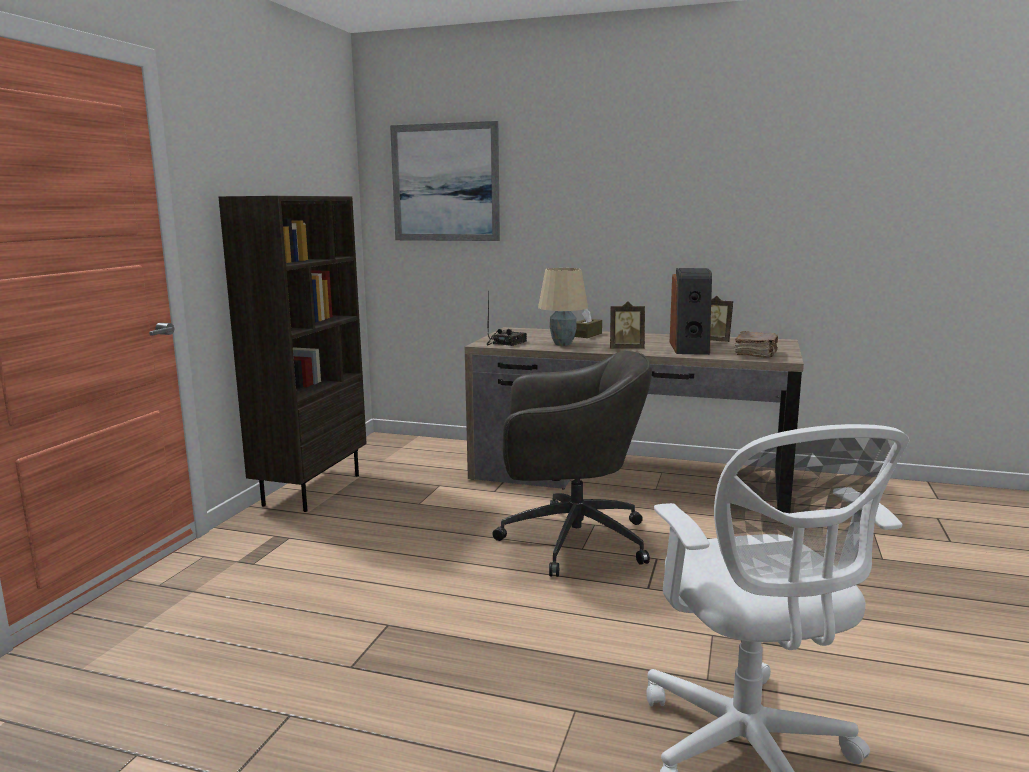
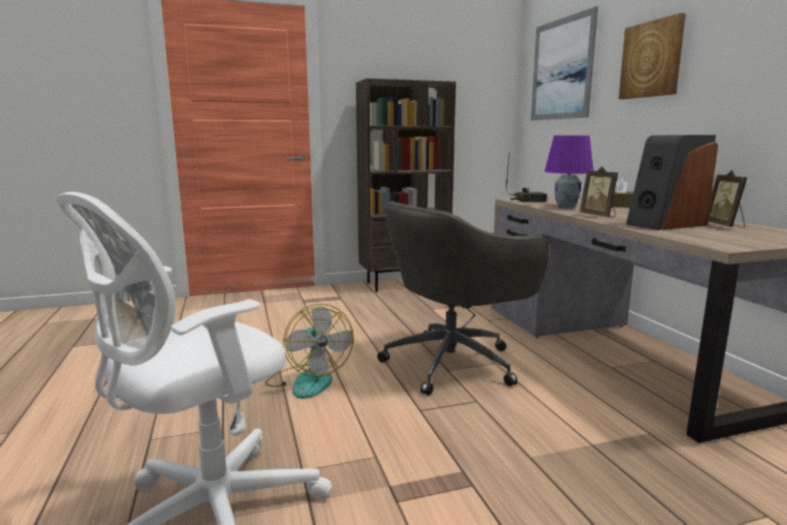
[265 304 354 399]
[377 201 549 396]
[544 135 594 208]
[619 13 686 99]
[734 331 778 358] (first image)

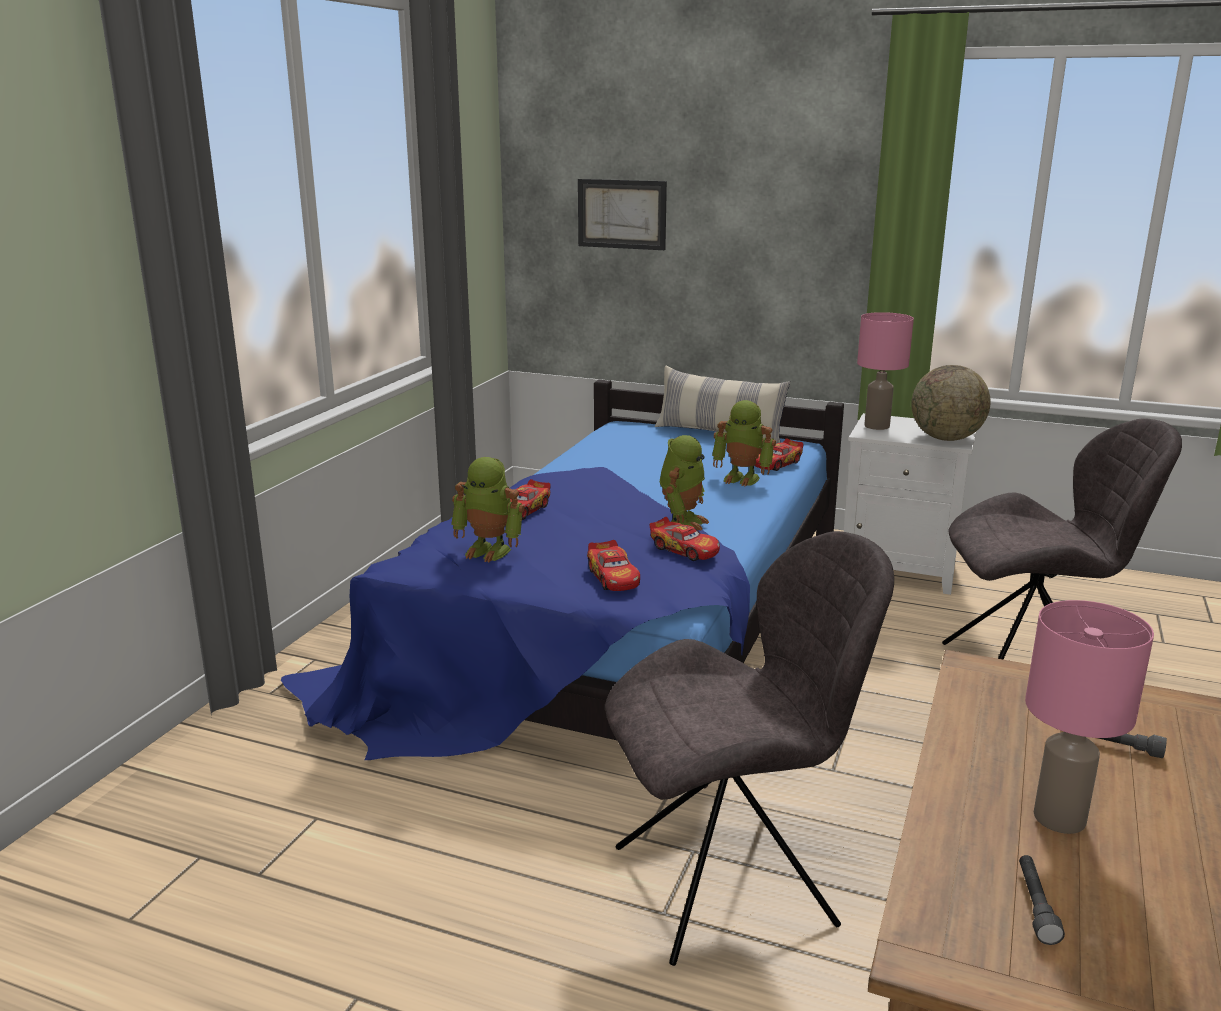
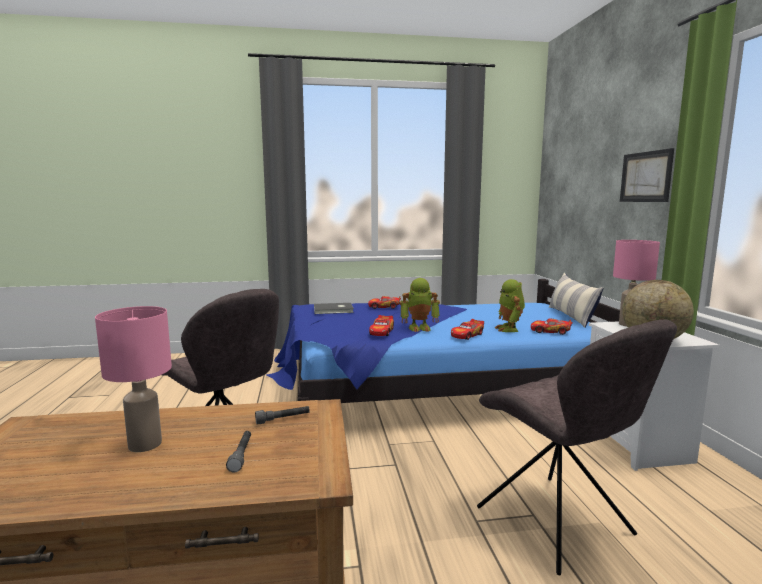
[255 406 310 424]
[314 303 354 314]
[451 319 484 340]
[620 148 674 202]

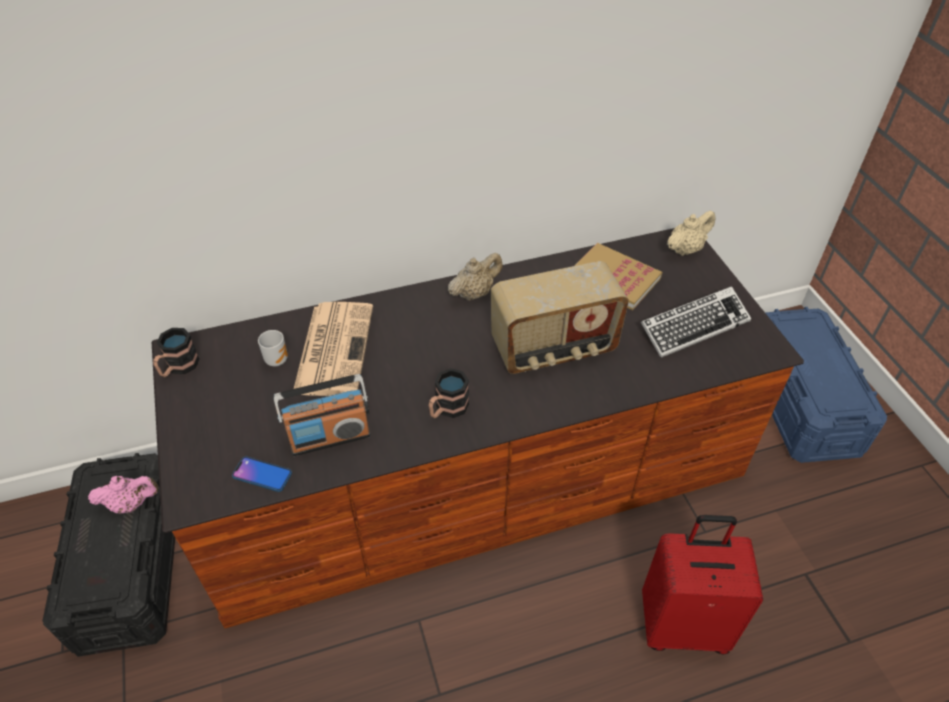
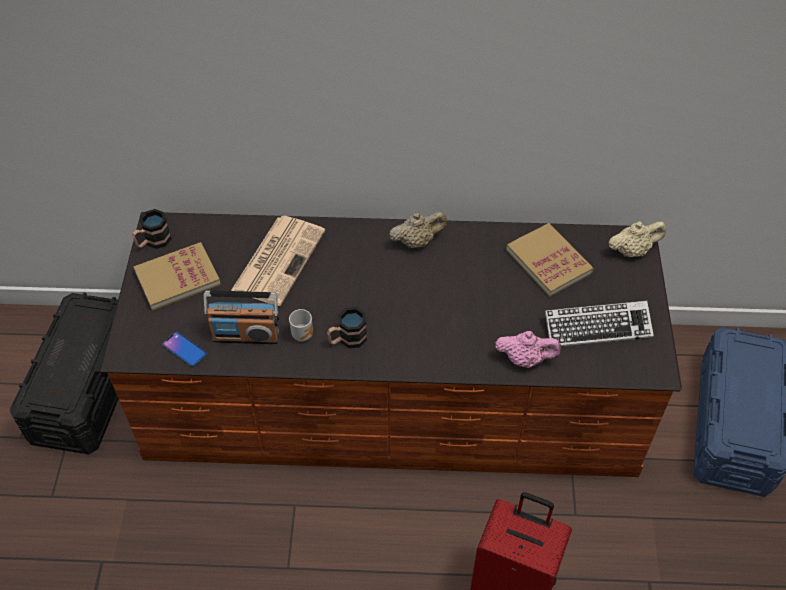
[134 242 221 311]
[289 309 313 341]
[495 331 561 368]
[491 261 629 374] (first image)

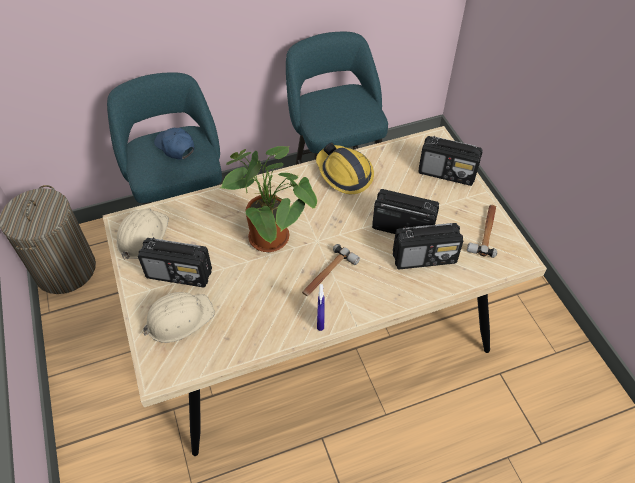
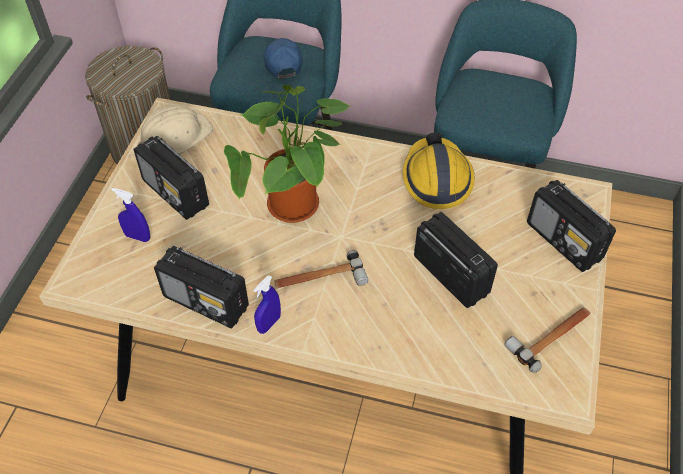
[111 188 151 242]
[154 246 249 328]

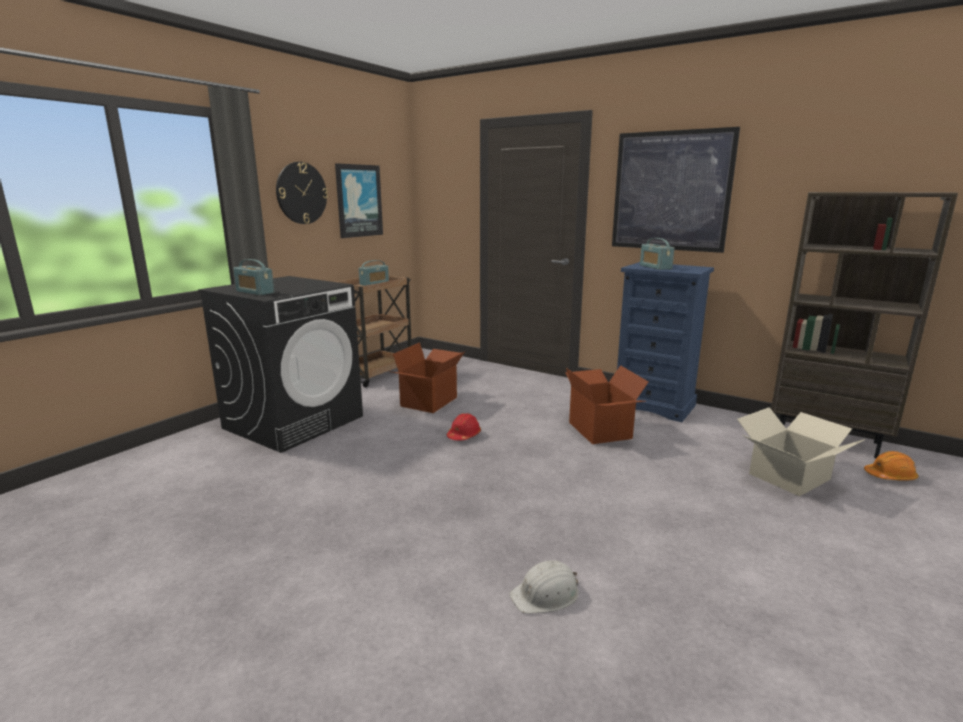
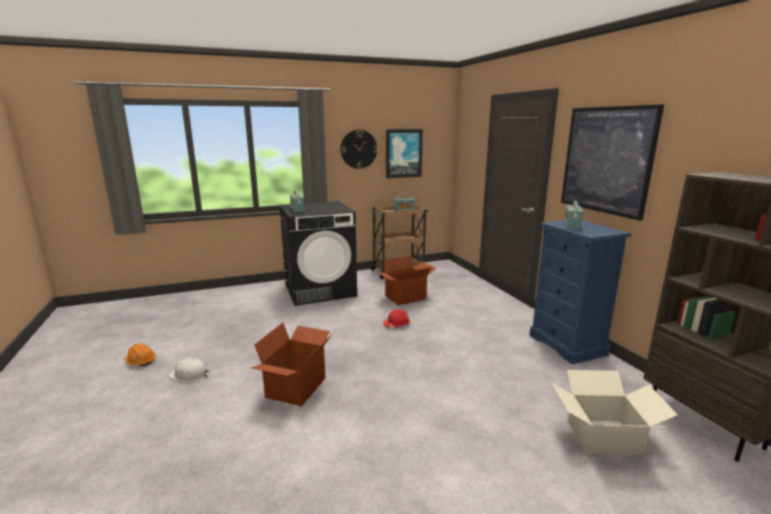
[125 343 156 366]
[169 358 209 382]
[251 323 333 406]

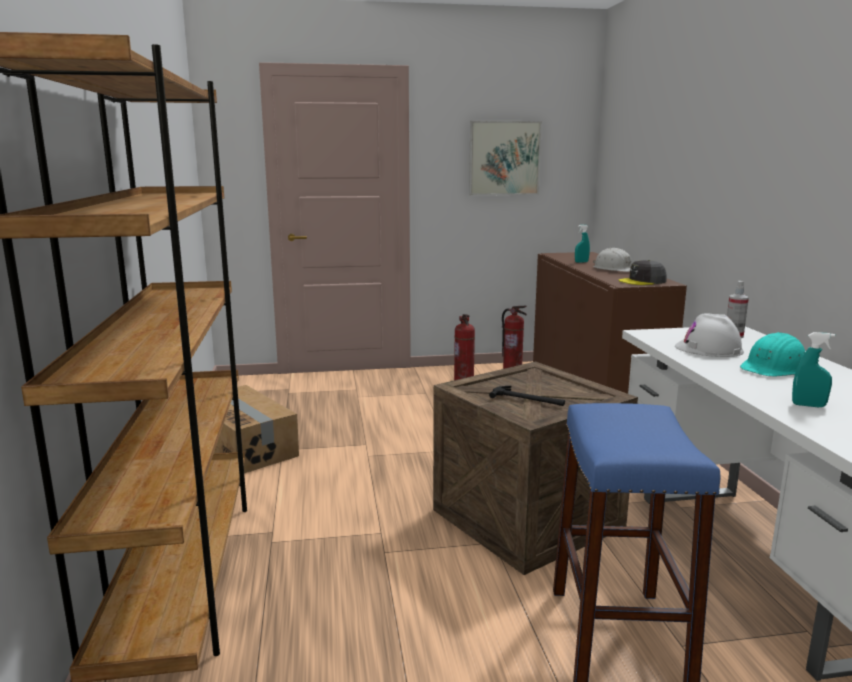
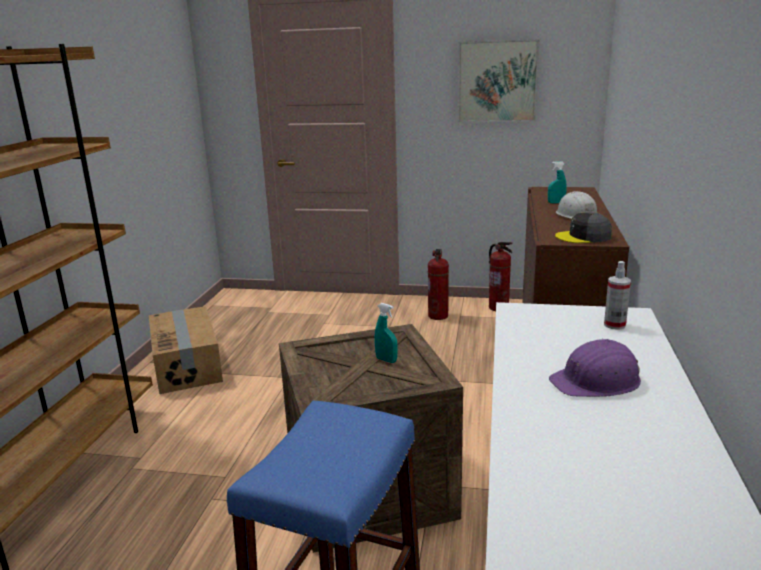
[375 303 398 363]
[549 339 641 397]
[489 386 565 406] (first image)
[675 313 744 357] (first image)

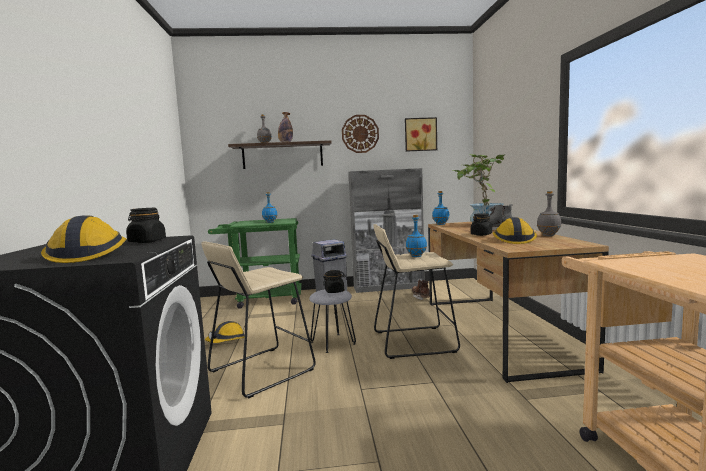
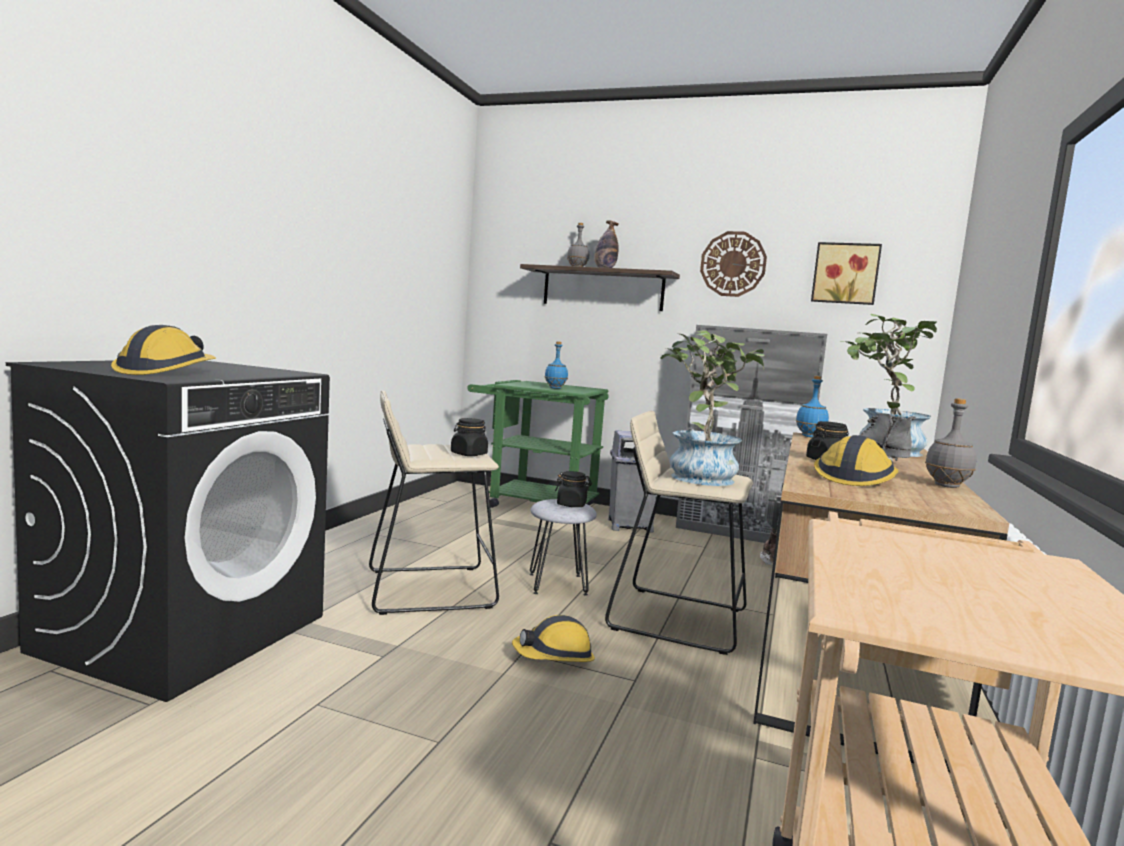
[451 418 488 456]
[512 615 595 662]
[660 330 765 486]

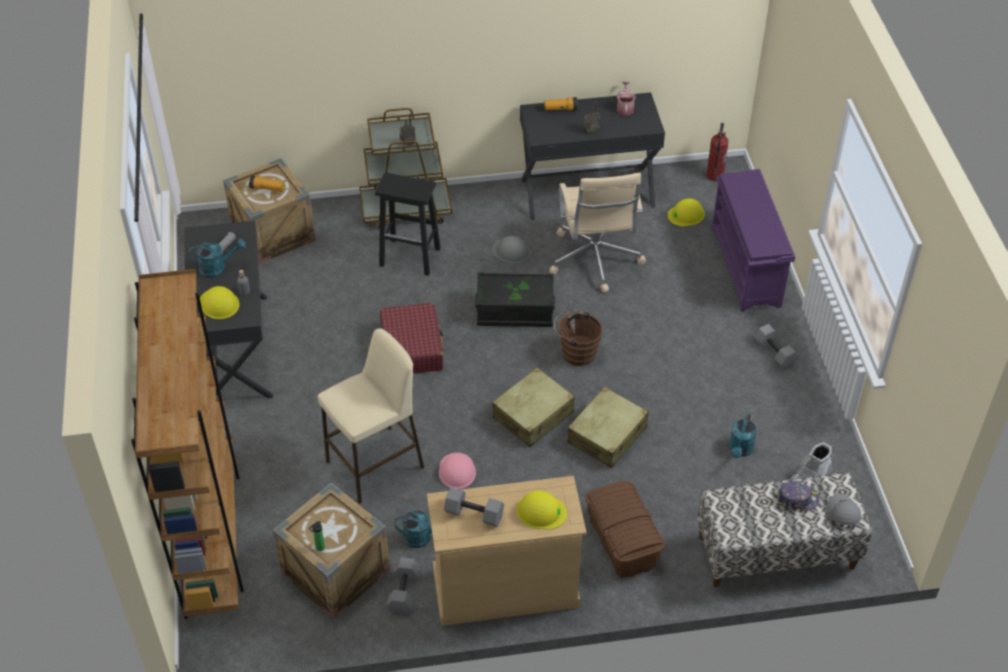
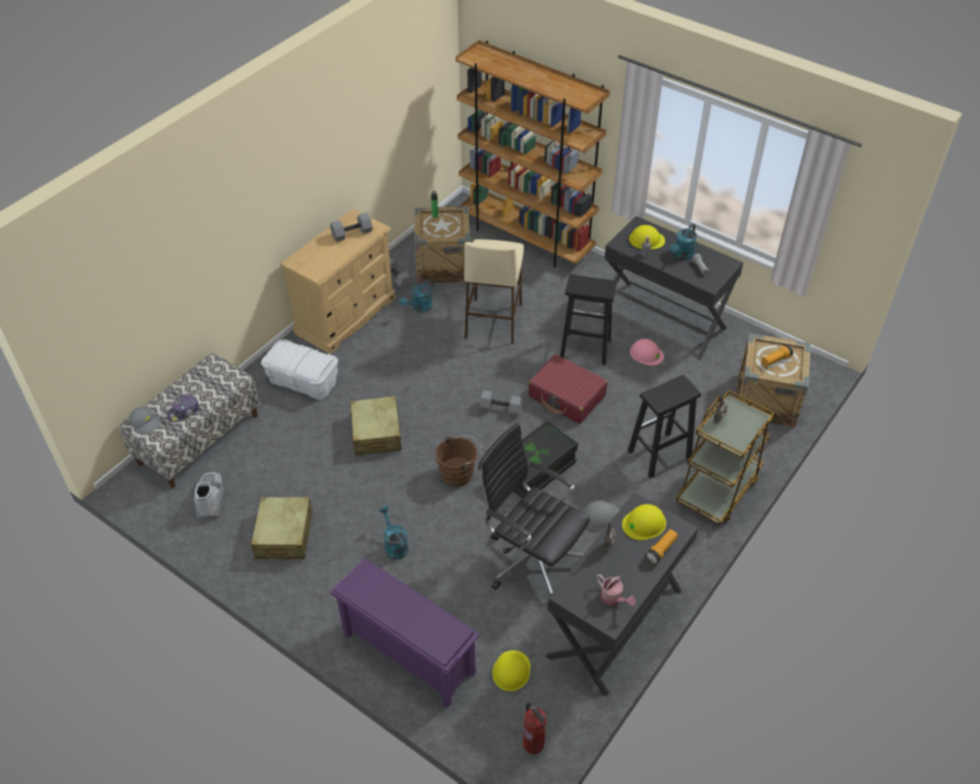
[251 497 313 559]
[261 339 338 400]
[379 506 408 559]
[478 423 590 596]
[479 390 522 417]
[560 274 617 365]
[622 504 666 540]
[630 339 664 366]

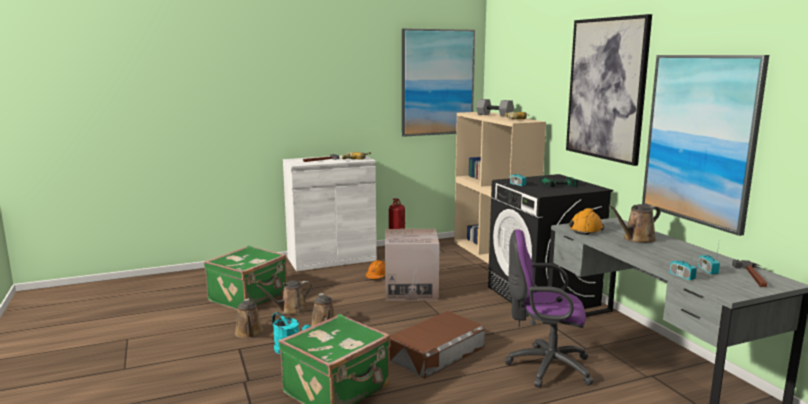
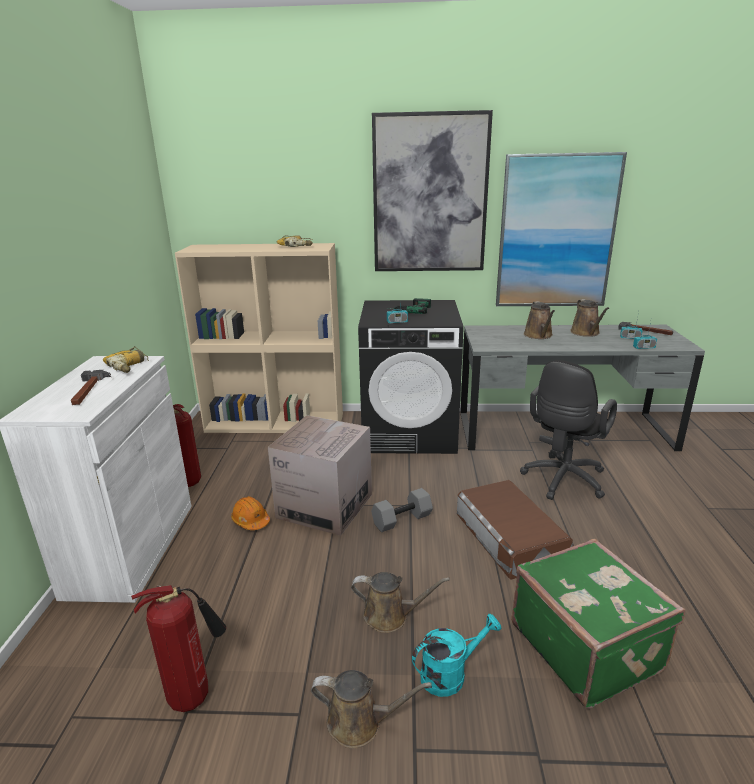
[131 585 226 712]
[371 488 433 532]
[520 360 617 500]
[570 299 609 337]
[402 28 476 137] (first image)
[569 208 604 235] (first image)

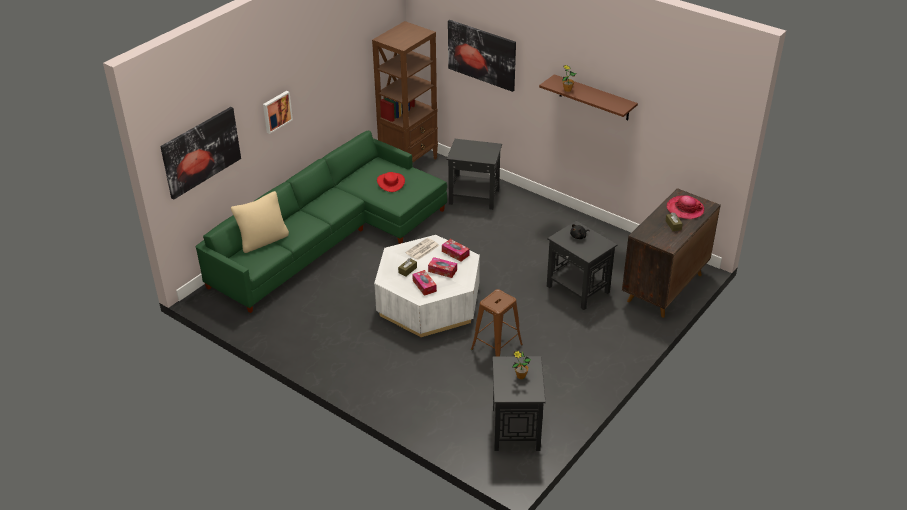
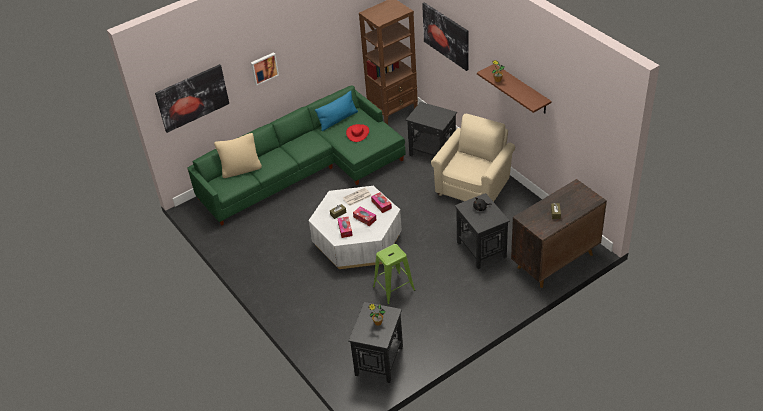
[315 91 358 131]
[373 244 415 305]
[431 114 515 202]
[667 195 704 219] (first image)

